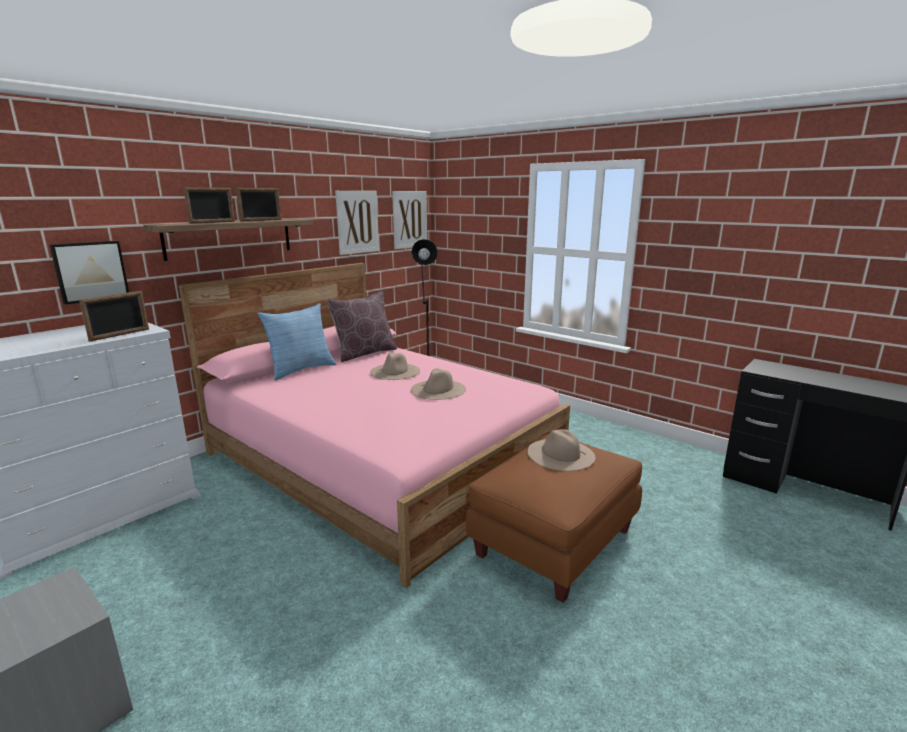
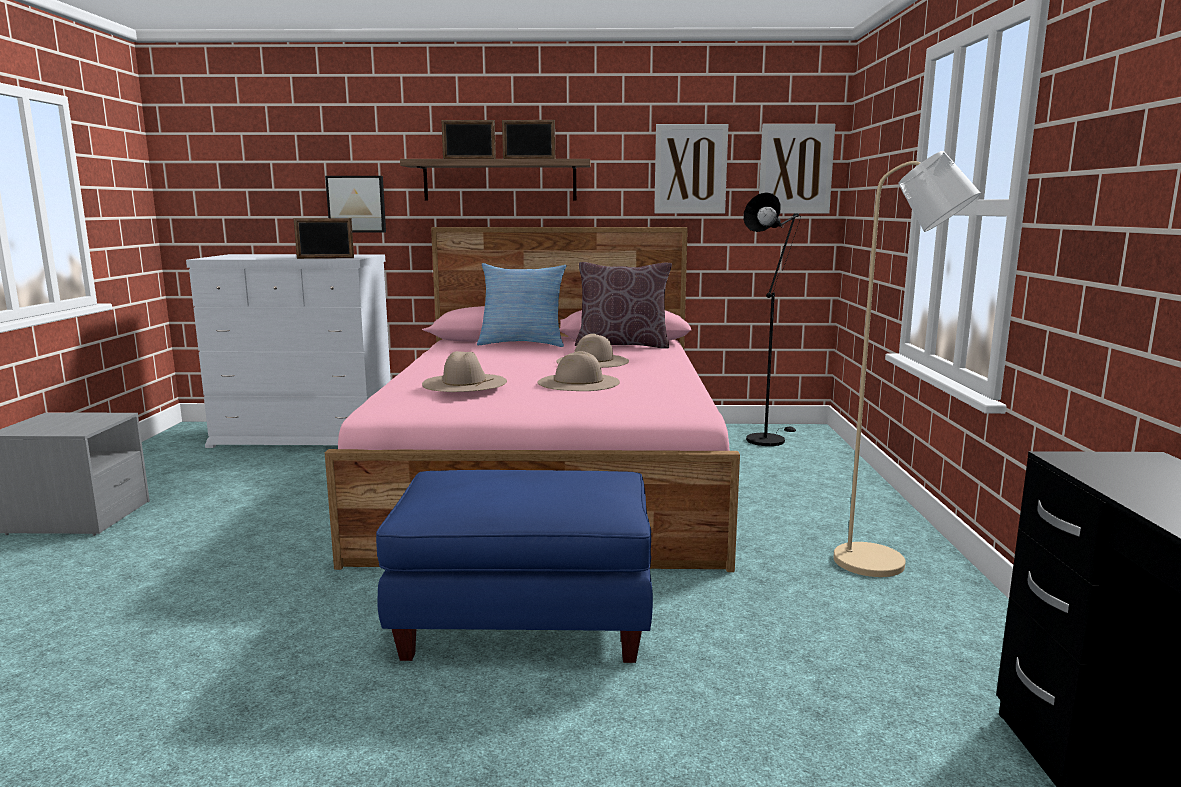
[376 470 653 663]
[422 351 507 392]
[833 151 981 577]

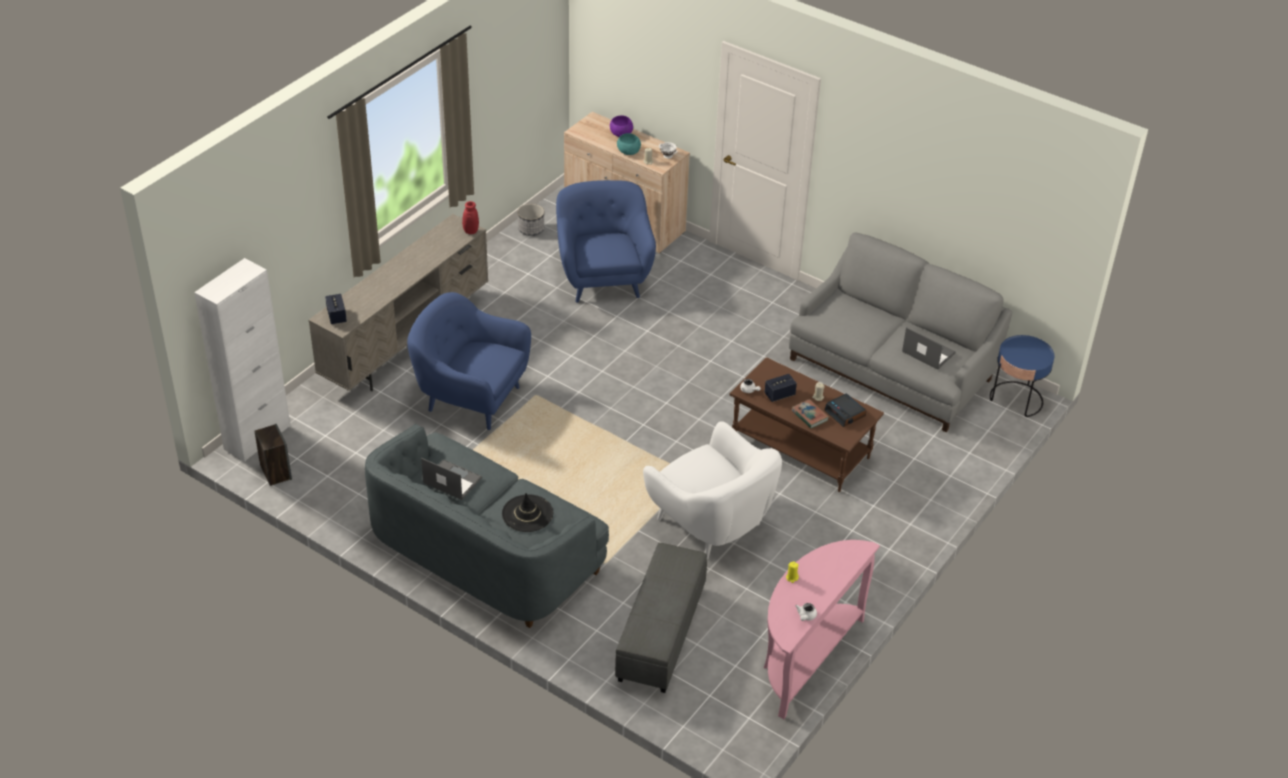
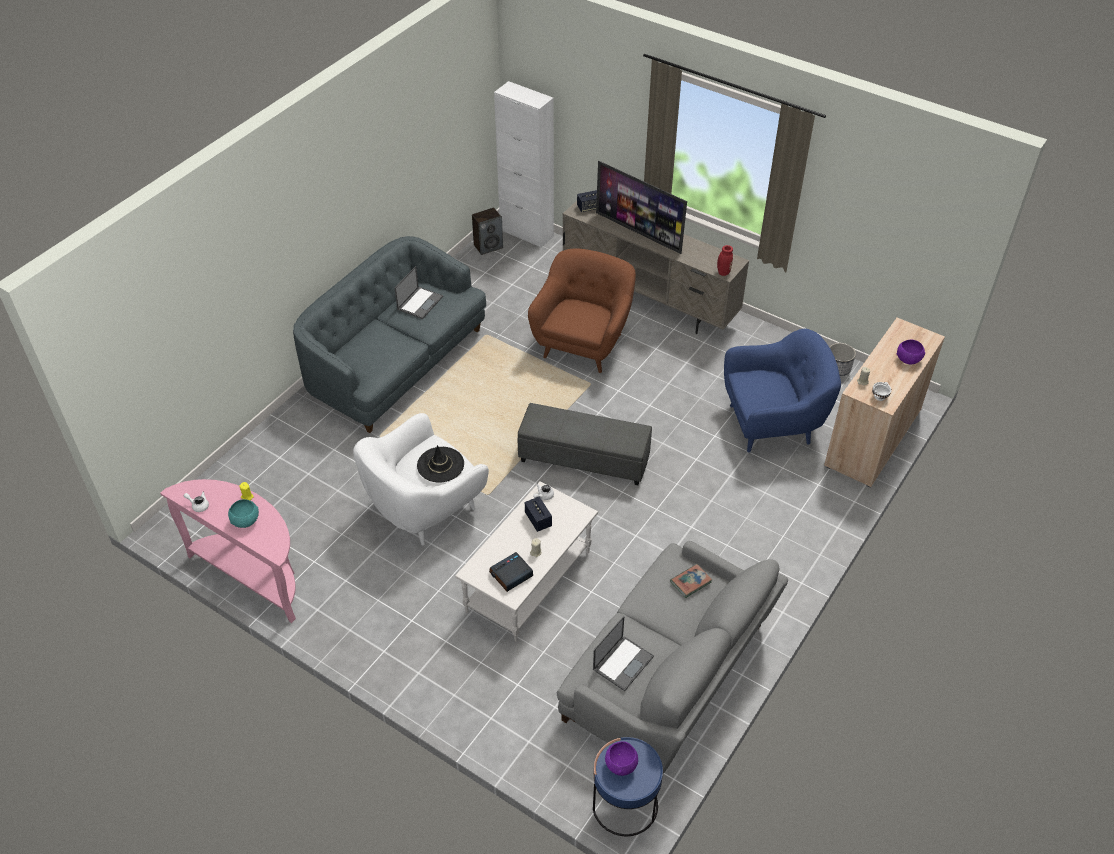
[228 499 259 528]
[417 445 464 483]
[455 481 598 642]
[518 403 652 485]
[528 248 636 373]
[596 161 687 254]
[605 742 638 776]
[670 564 712 598]

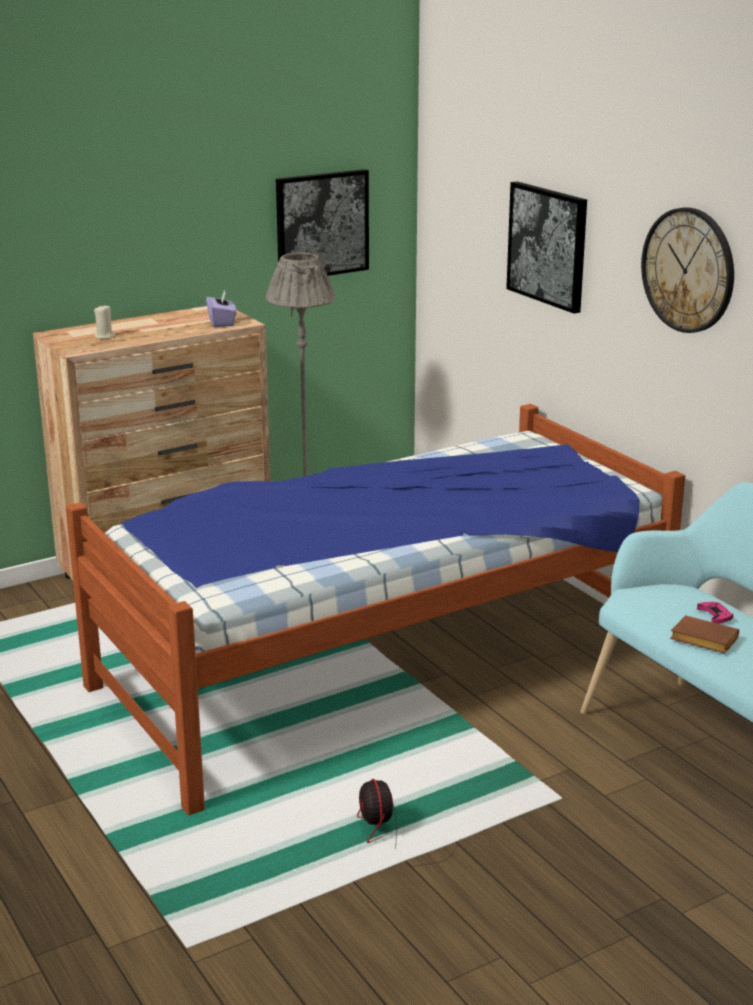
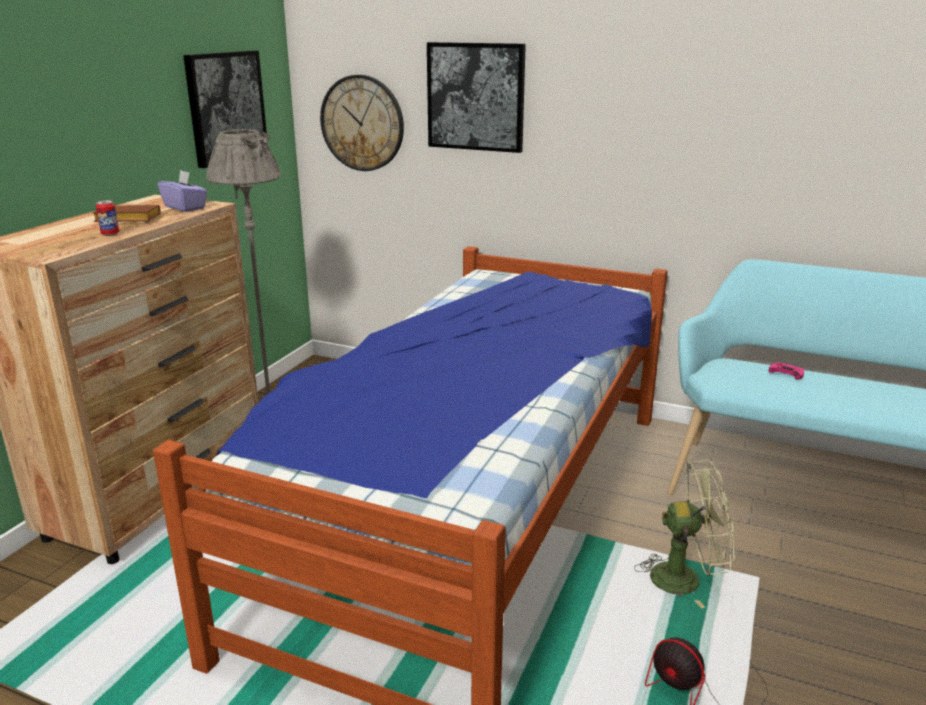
[92 205 161 222]
[96 201 119 236]
[320 75 404 171]
[634 460 735 609]
[94 304 116 339] (first image)

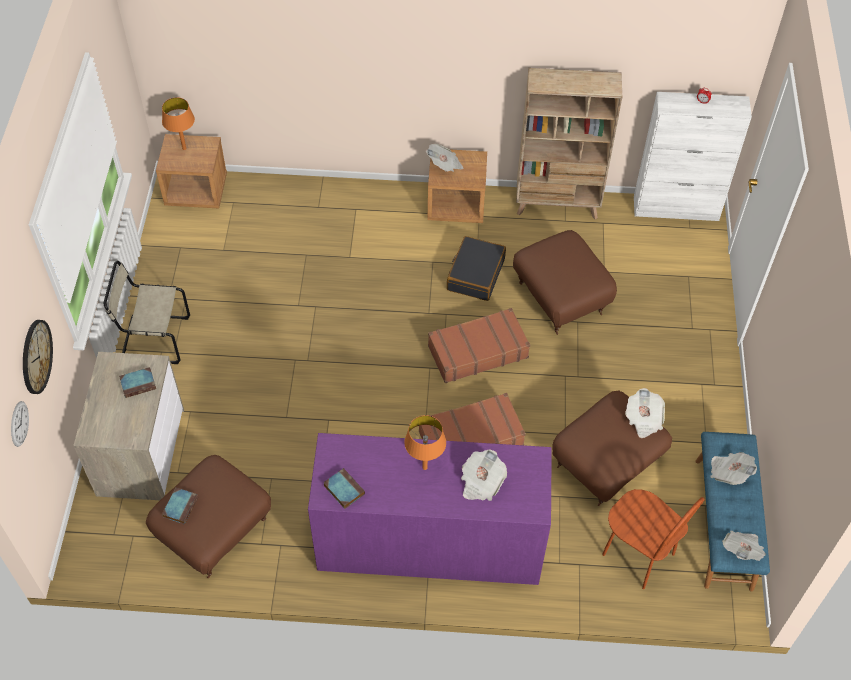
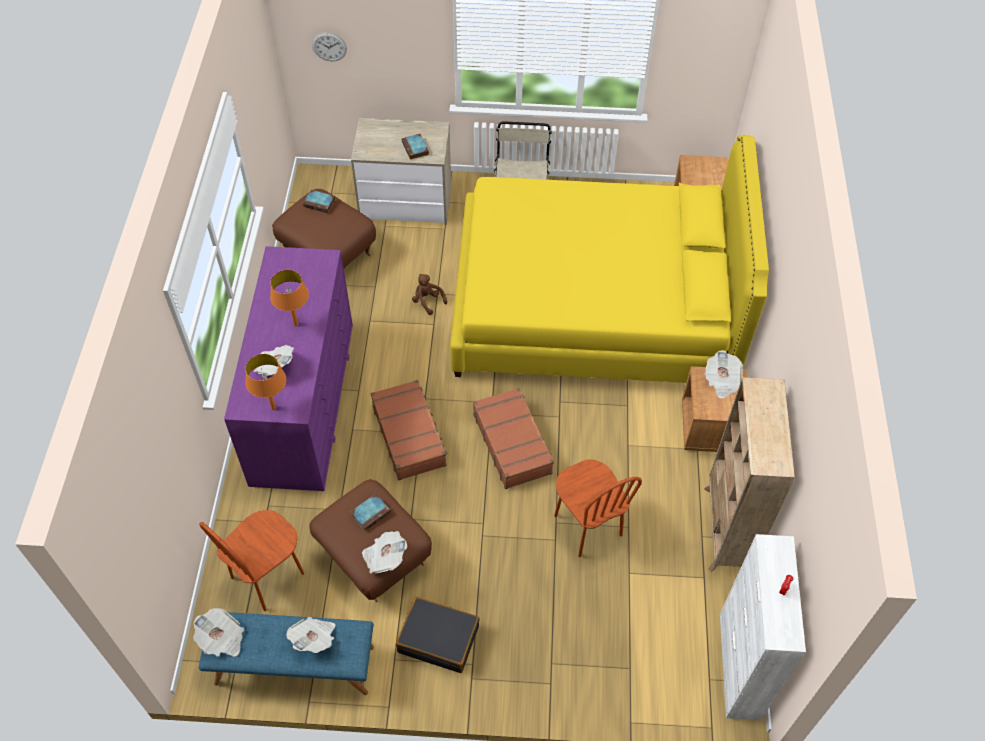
[245 354 286 410]
[350 494 391 531]
[396 597 480 673]
[412 274 447 315]
[450 135 769 383]
[554 460 642 557]
[23 320 53 394] (first image)

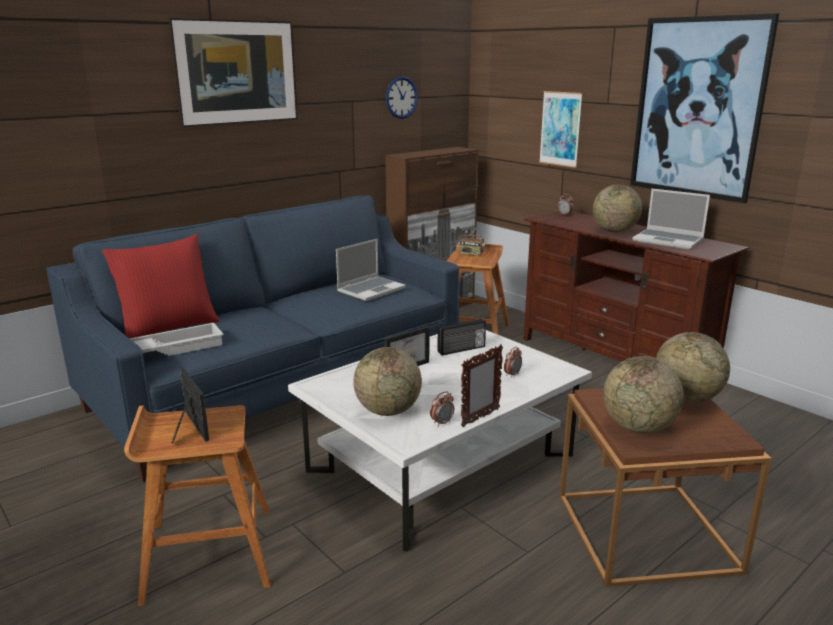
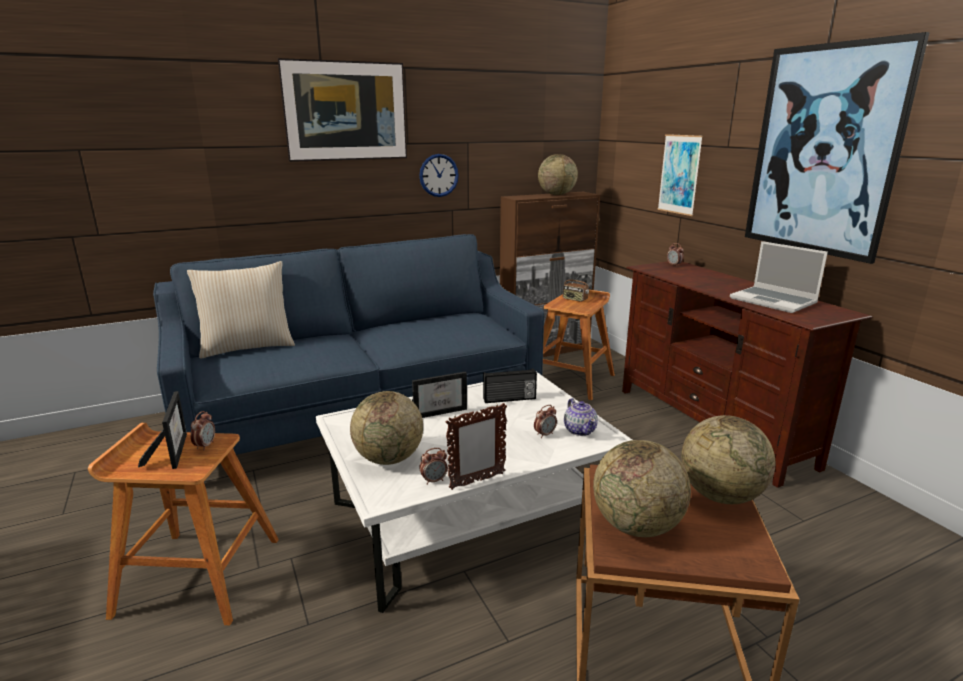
[187 261 295 359]
[190 411 215 450]
[419 154 459 197]
[538 154 578 195]
[564 398 598 436]
[129 323 224 356] (first image)
[336 239 406 301] (first image)

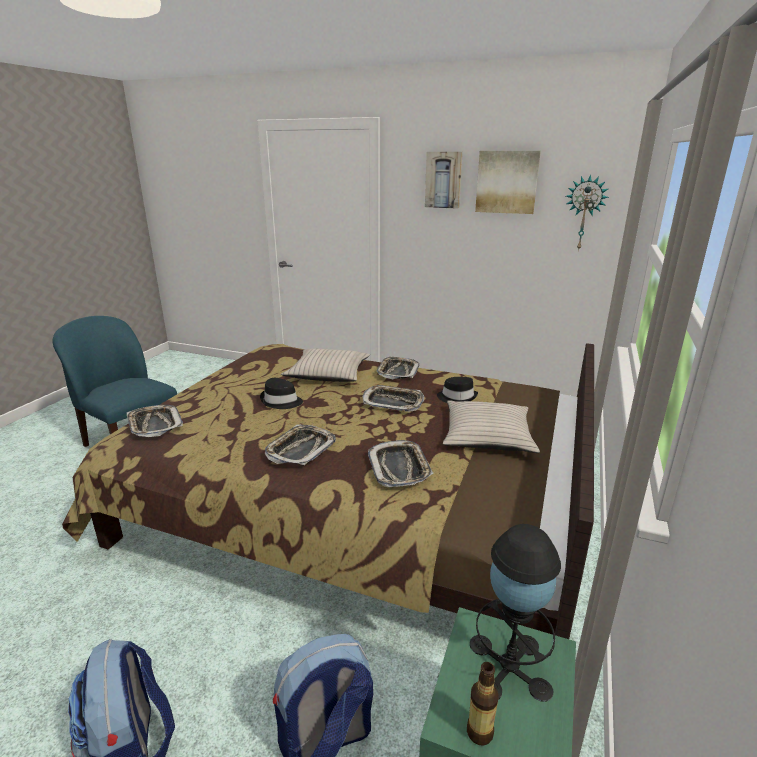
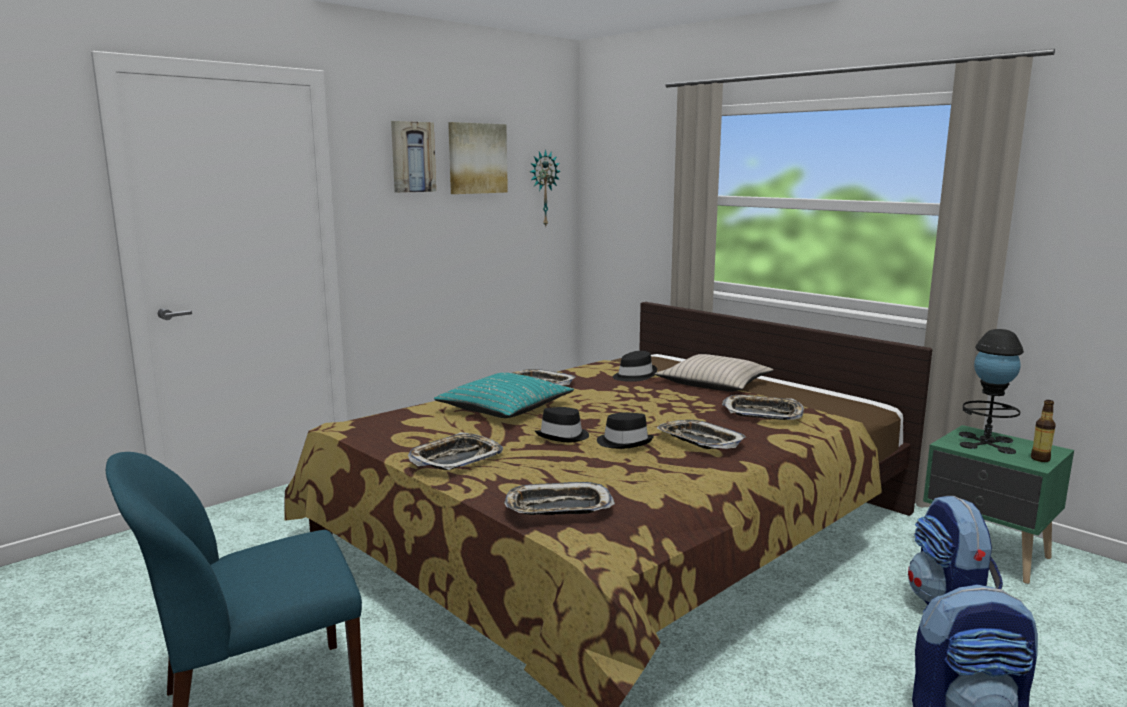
[408 432 503 470]
[434 373 574 418]
[597 412 654 449]

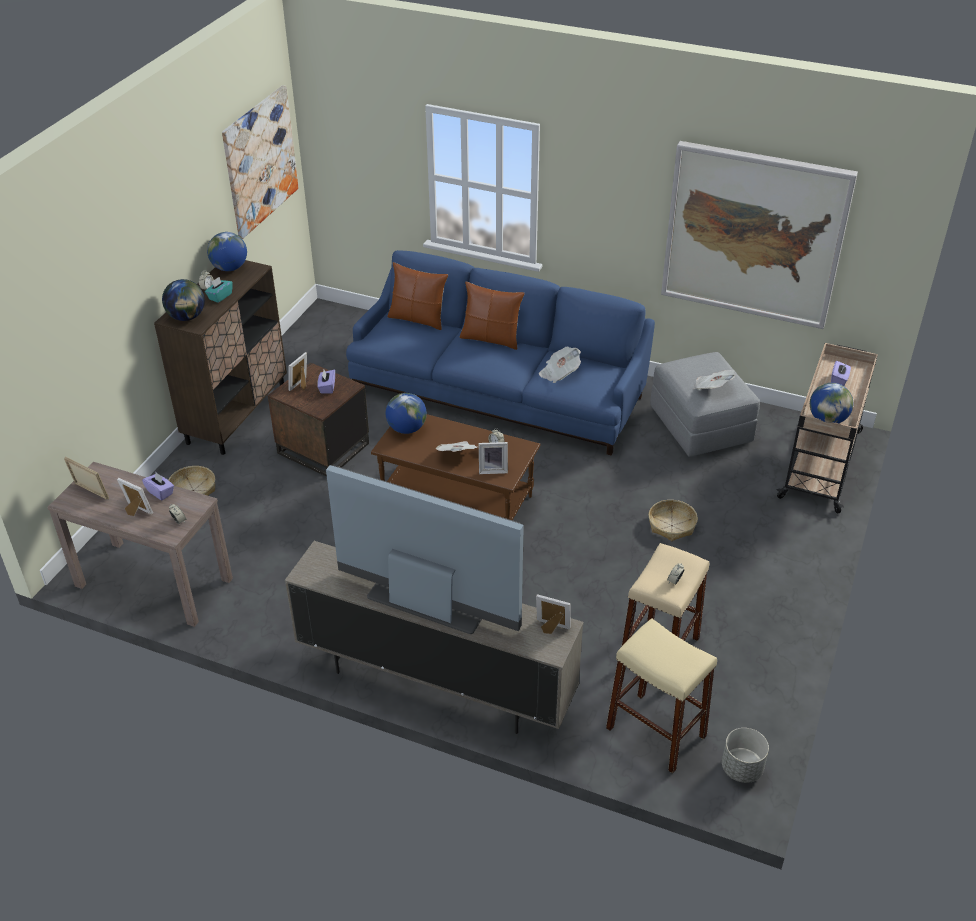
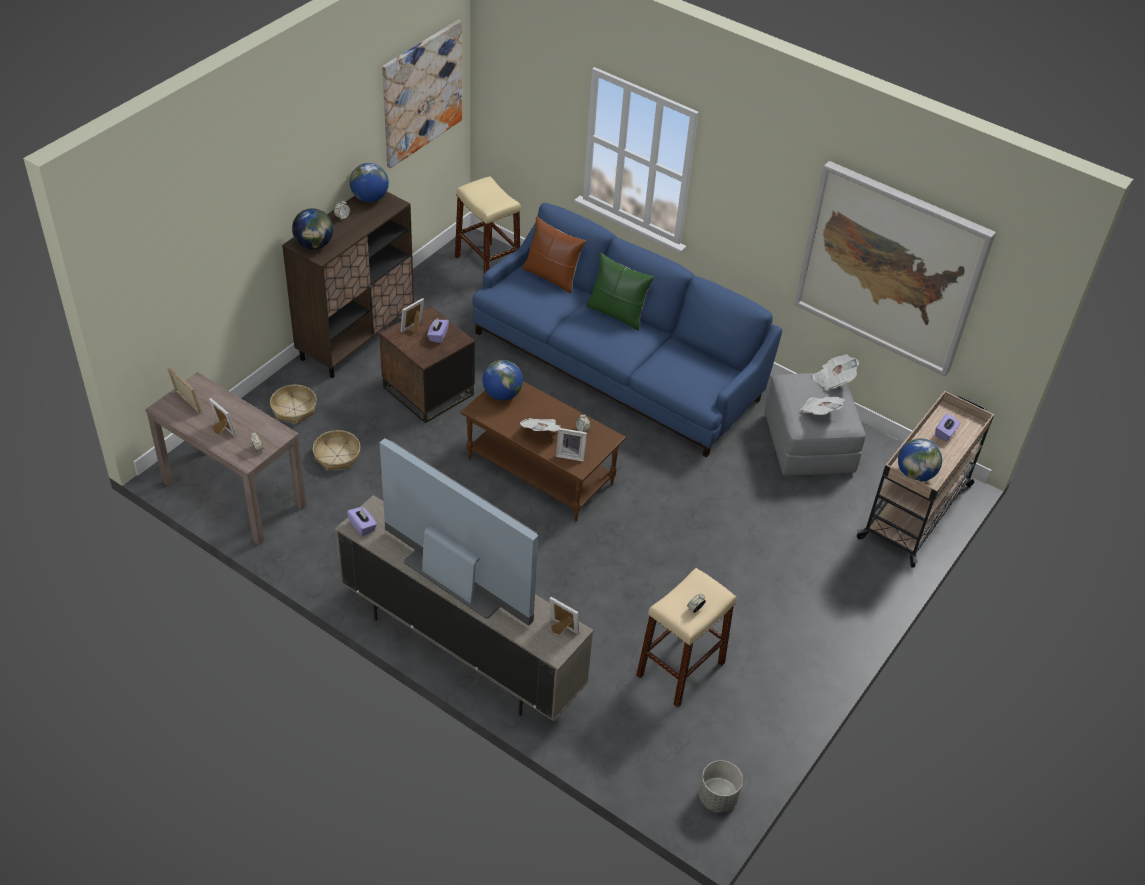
[313 430 360 471]
[347 507 377 536]
[455 176 521 274]
[586 252 654 330]
[812 354 859 390]
[205 277 233 303] (first image)

